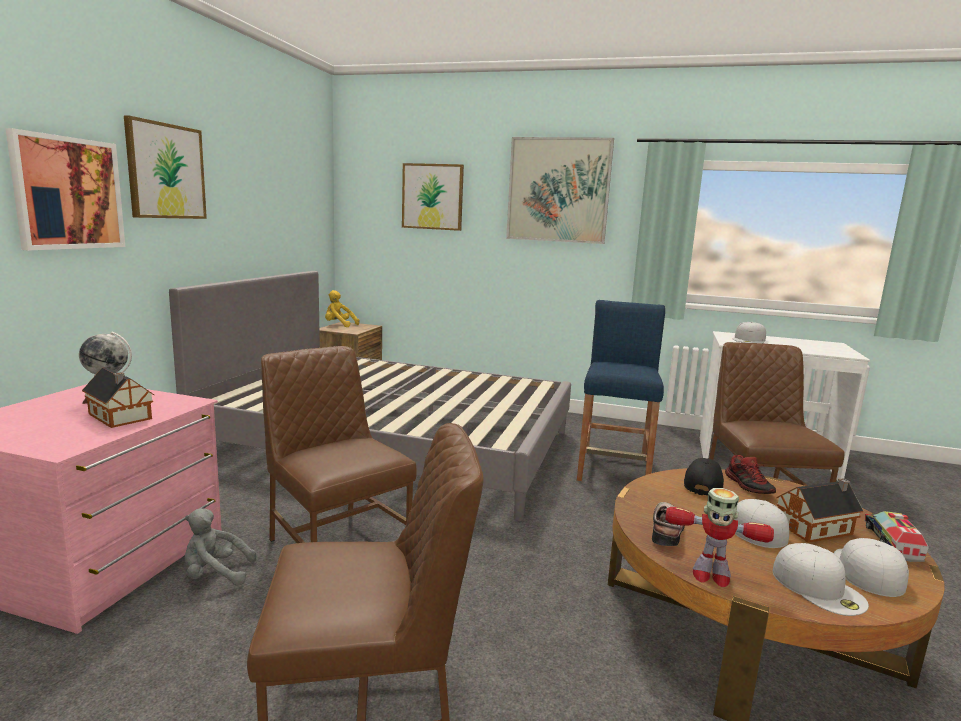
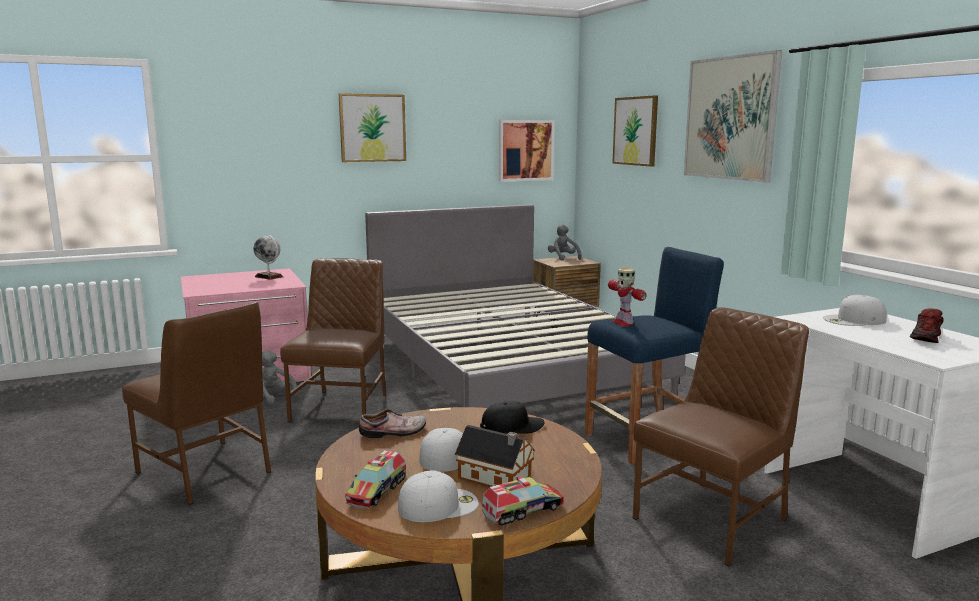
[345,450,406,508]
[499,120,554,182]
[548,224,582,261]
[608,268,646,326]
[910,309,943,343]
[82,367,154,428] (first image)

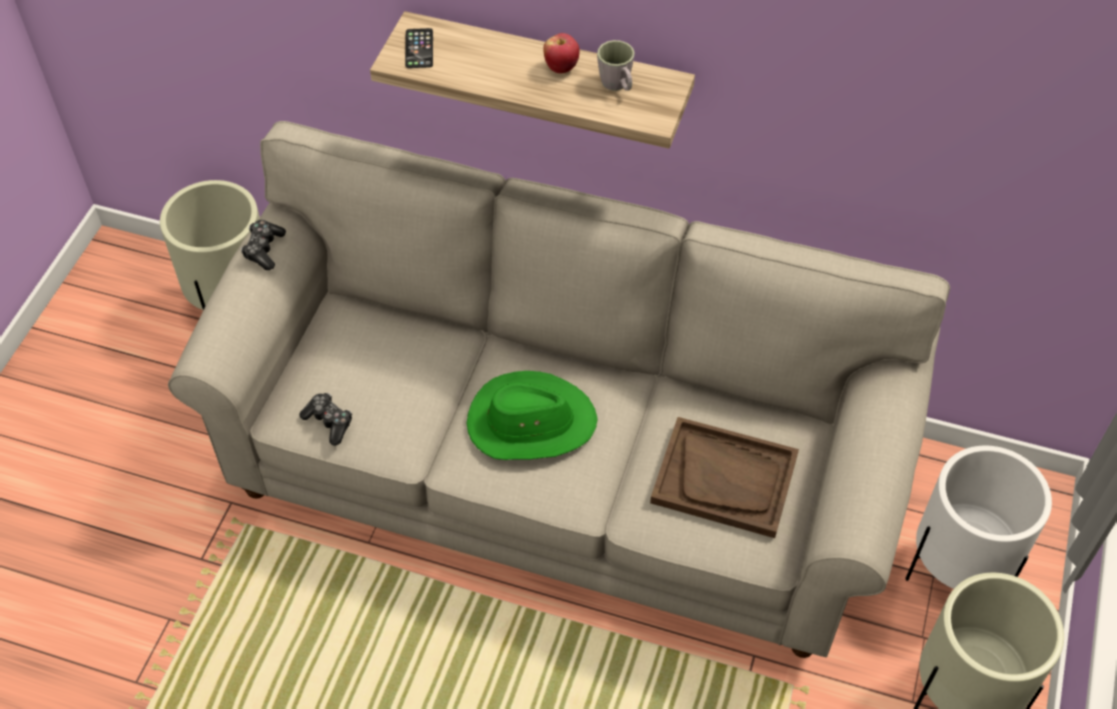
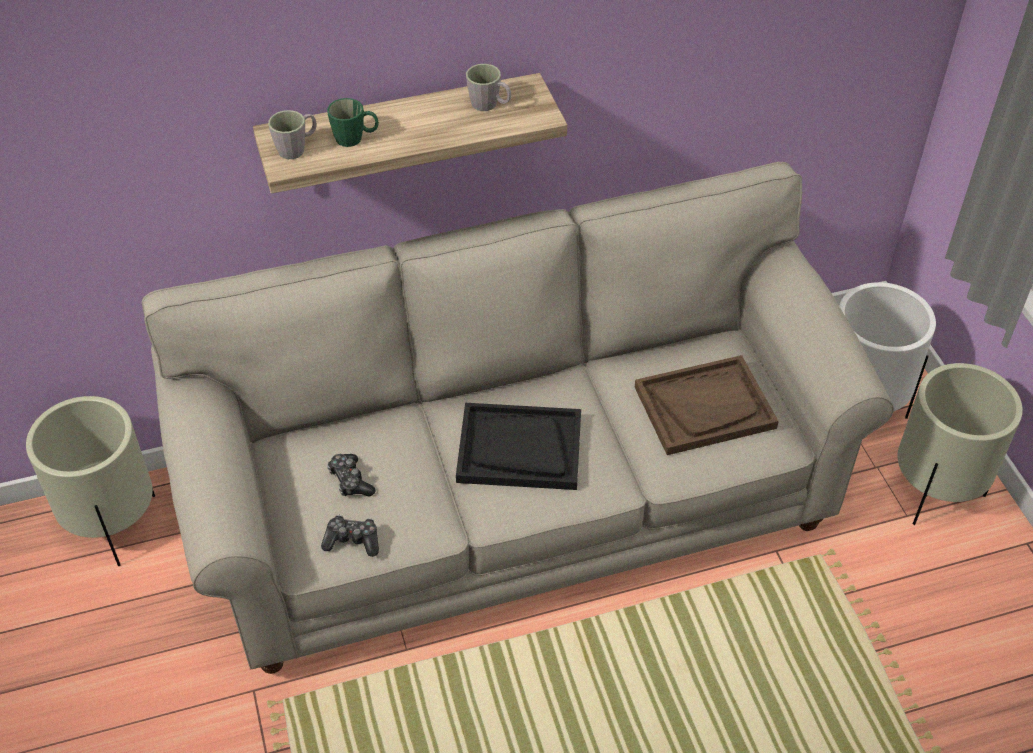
[268,110,317,159]
[327,98,379,147]
[327,454,376,497]
[456,403,581,490]
[543,33,579,74] (first image)

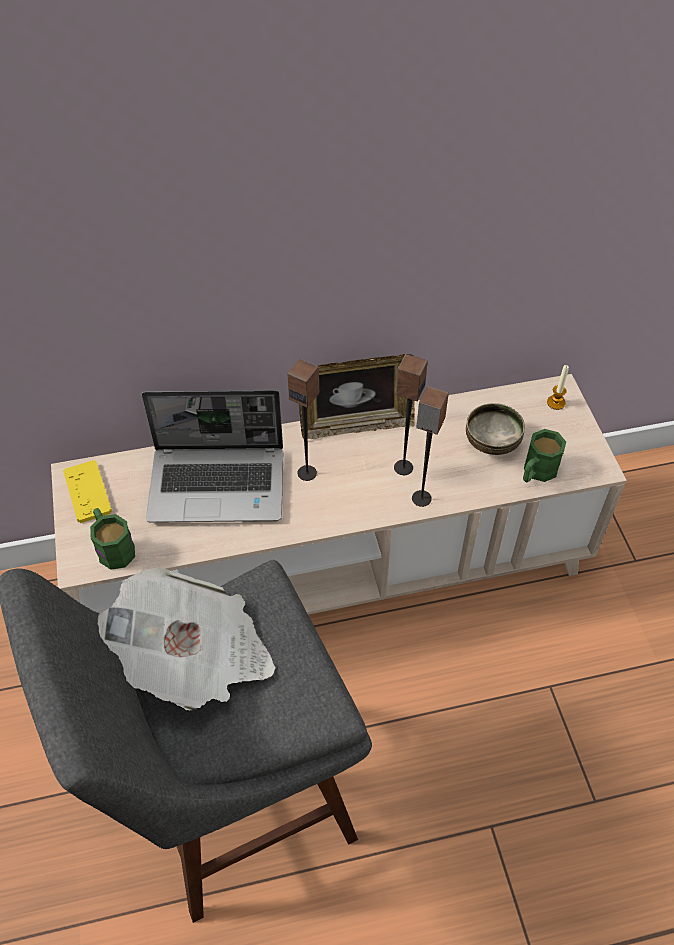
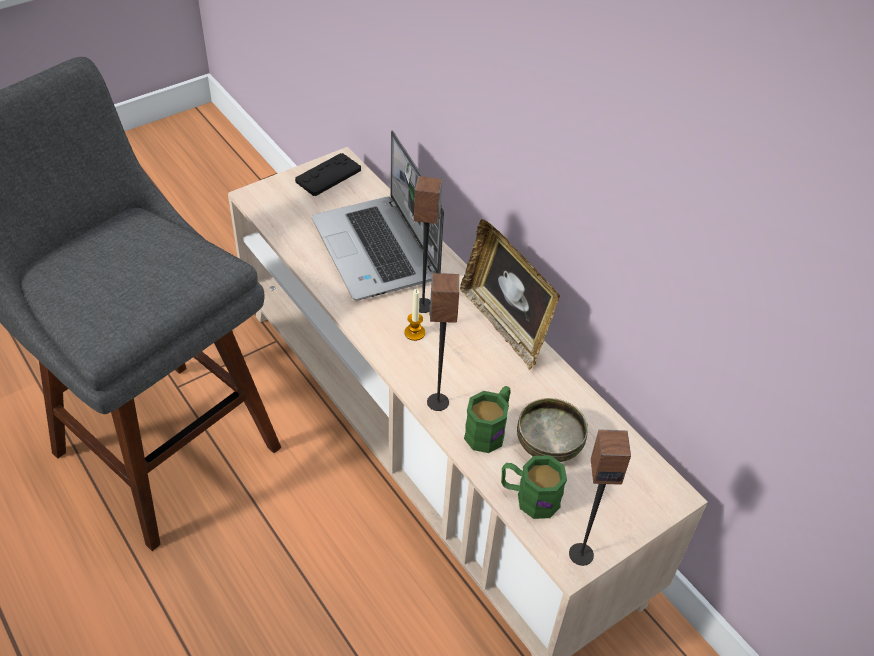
[295,153,361,196]
[404,289,425,341]
[464,386,511,453]
[569,429,631,566]
[97,567,276,710] (first image)

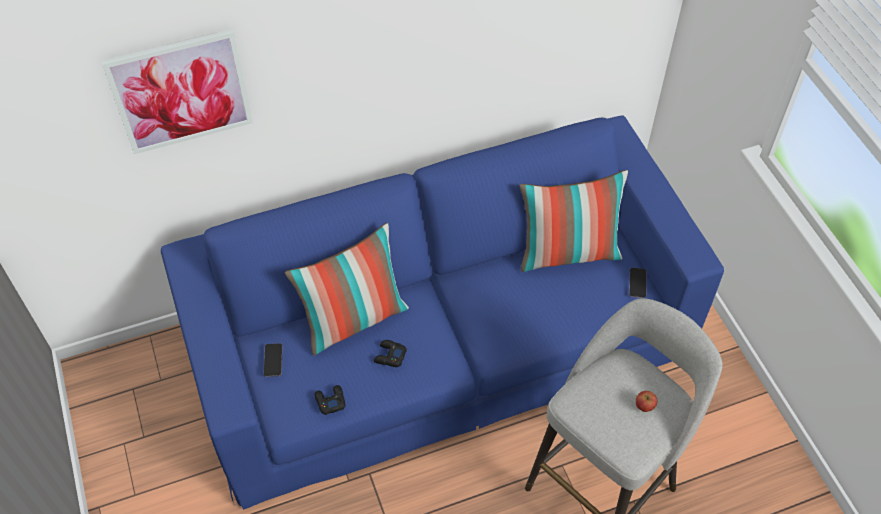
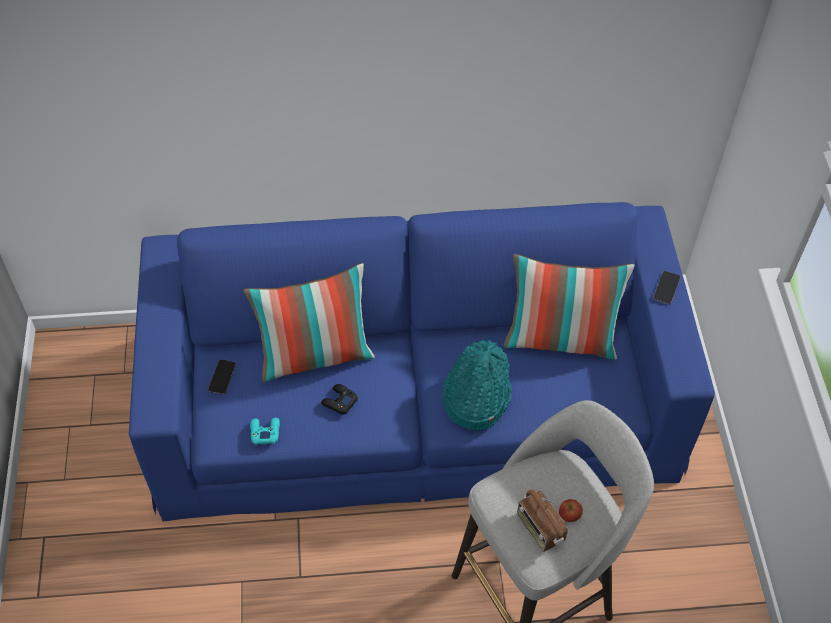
[250,418,280,445]
[442,340,512,431]
[517,489,568,552]
[653,271,681,305]
[101,29,253,154] (first image)

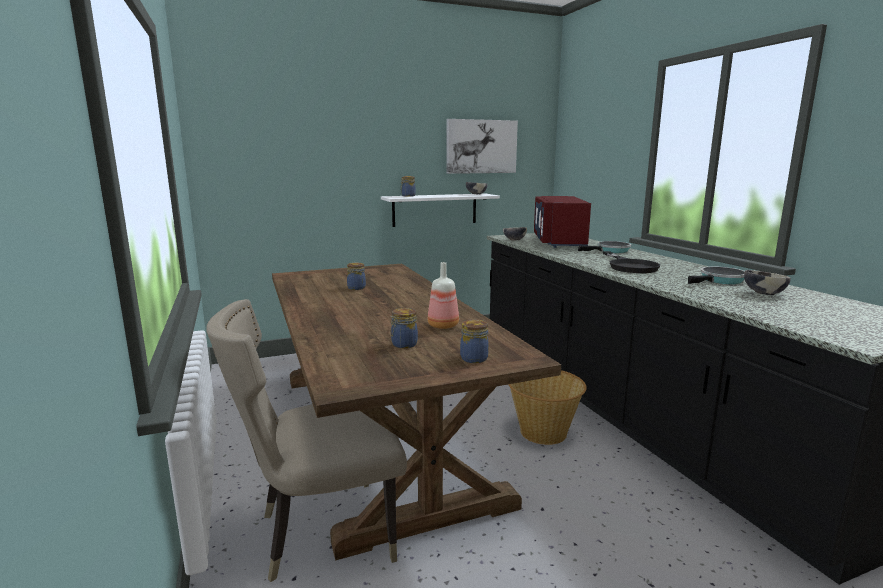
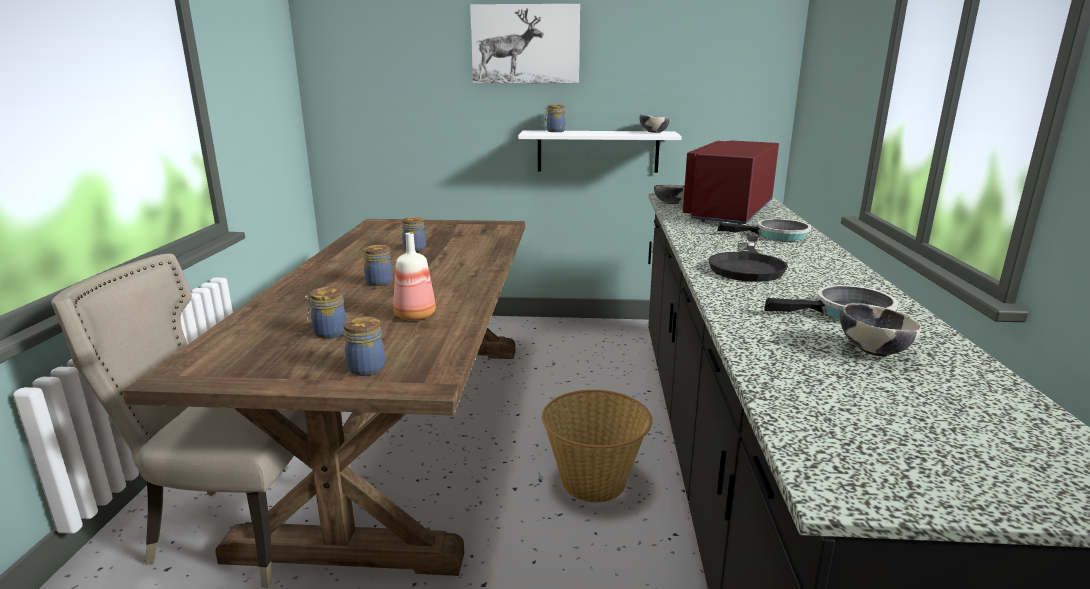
[363,245,393,286]
[470,4,580,83]

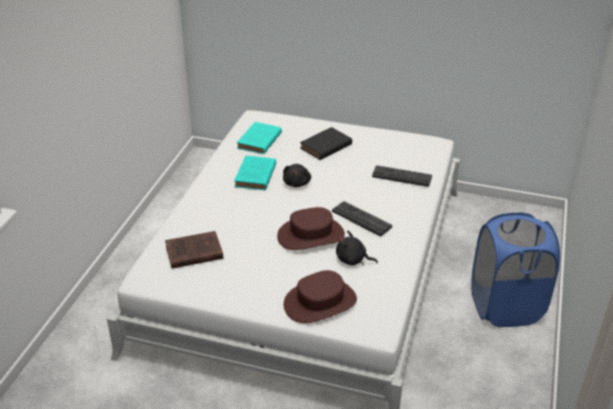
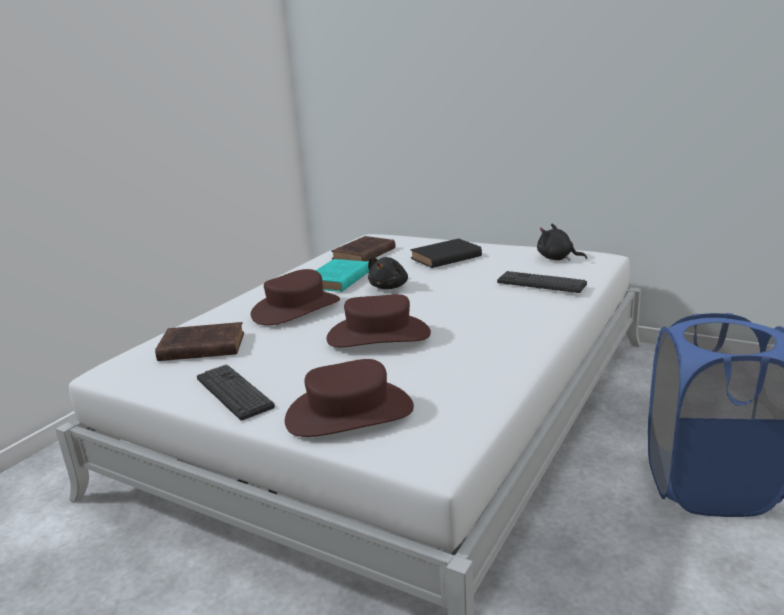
[197,365,275,421]
[251,269,340,325]
[331,236,396,262]
[537,224,587,261]

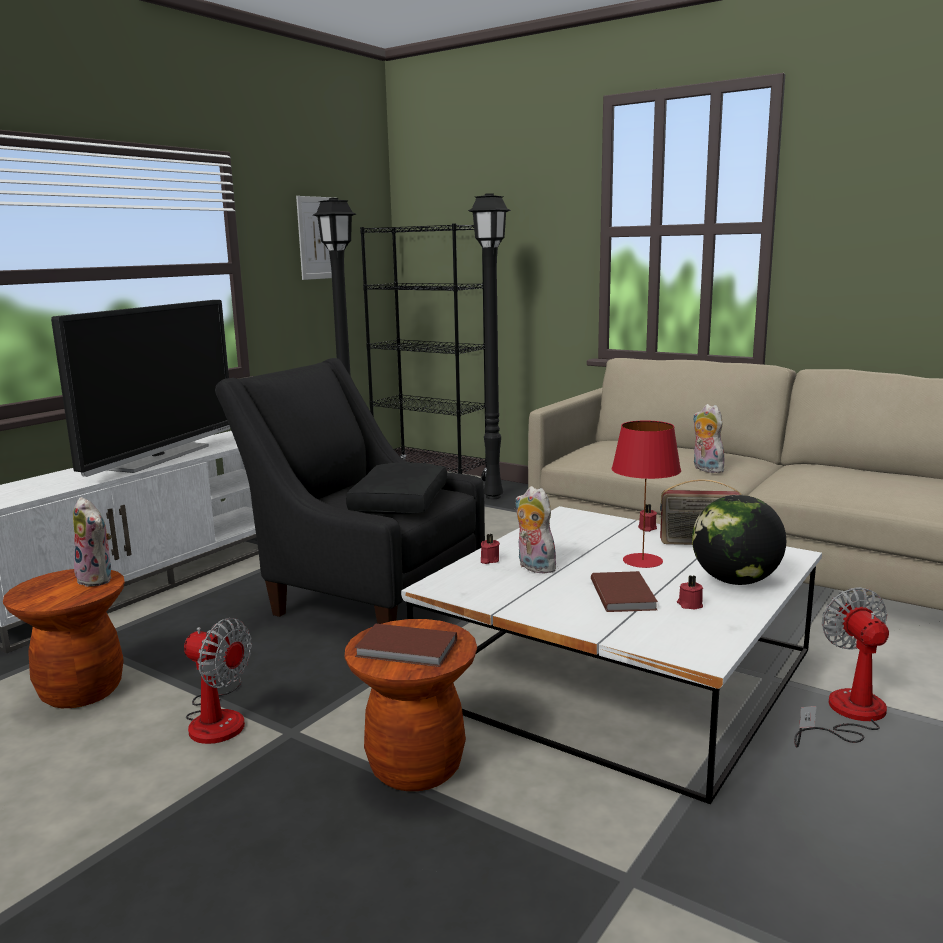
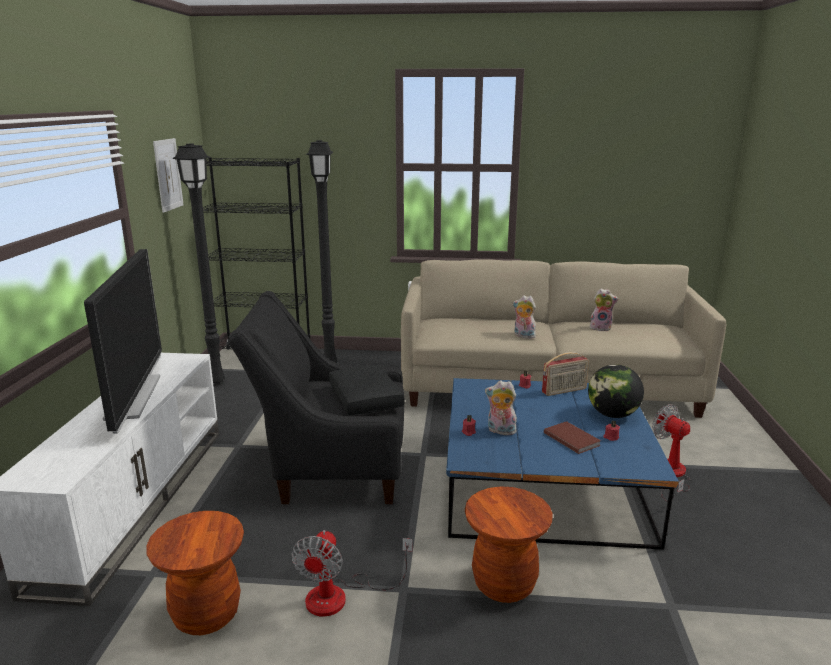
[291,530,413,617]
[446,378,679,550]
[590,289,619,331]
[354,624,457,667] (first image)
[612,421,681,568] (first image)

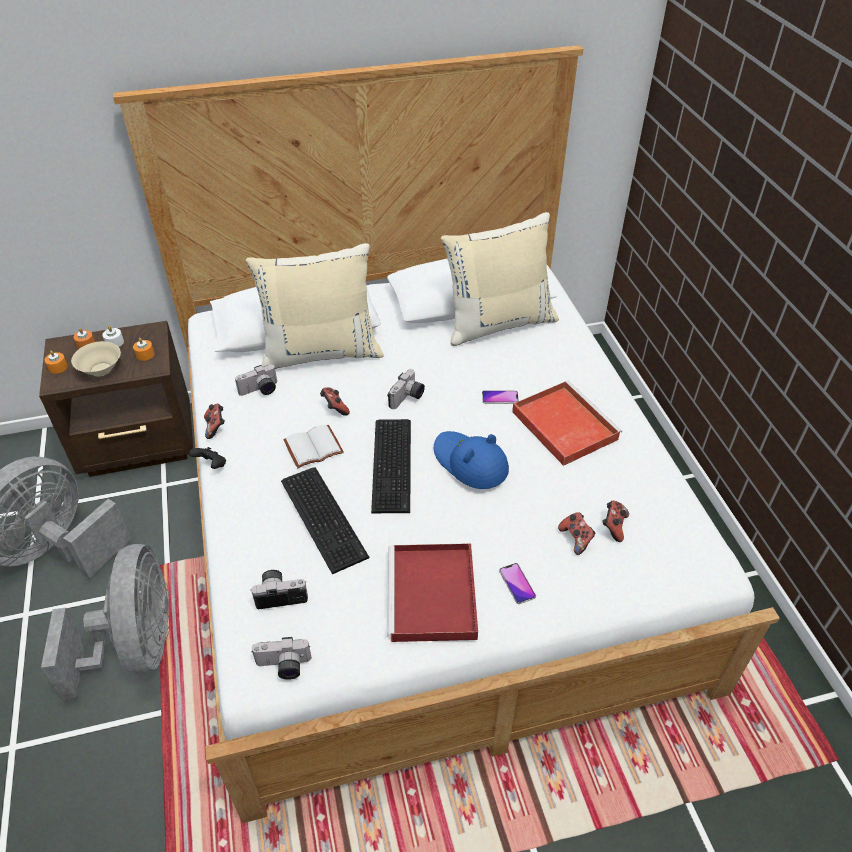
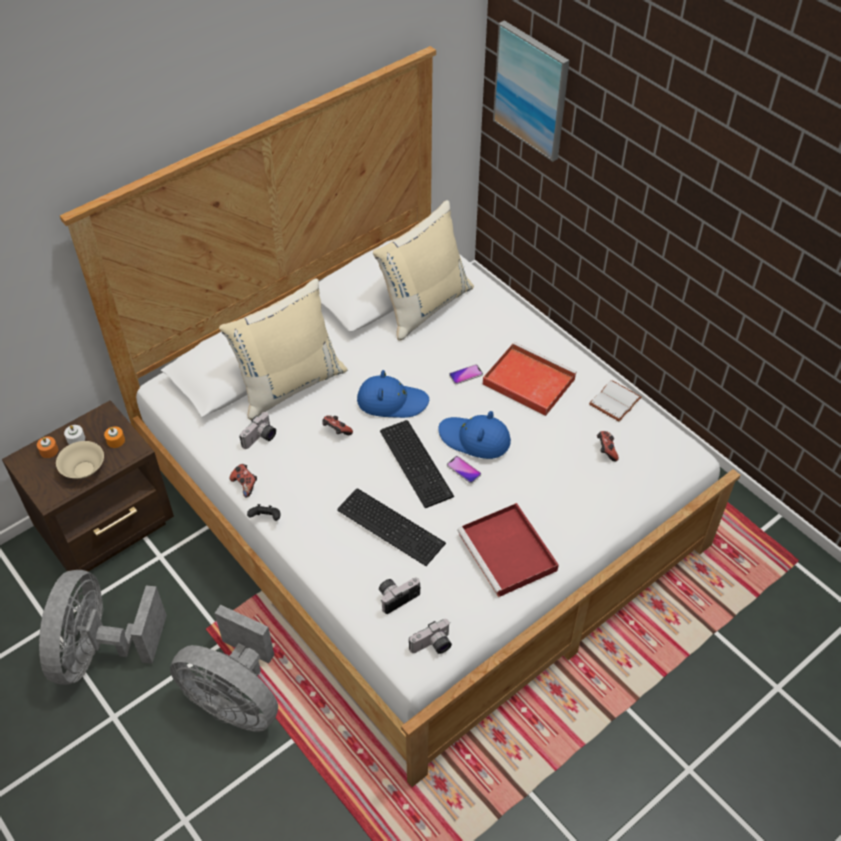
[170,605,278,732]
[357,370,429,418]
[447,456,481,483]
[493,20,570,162]
[589,380,642,422]
[45,350,68,374] (first image)
[558,512,595,555] (first image)

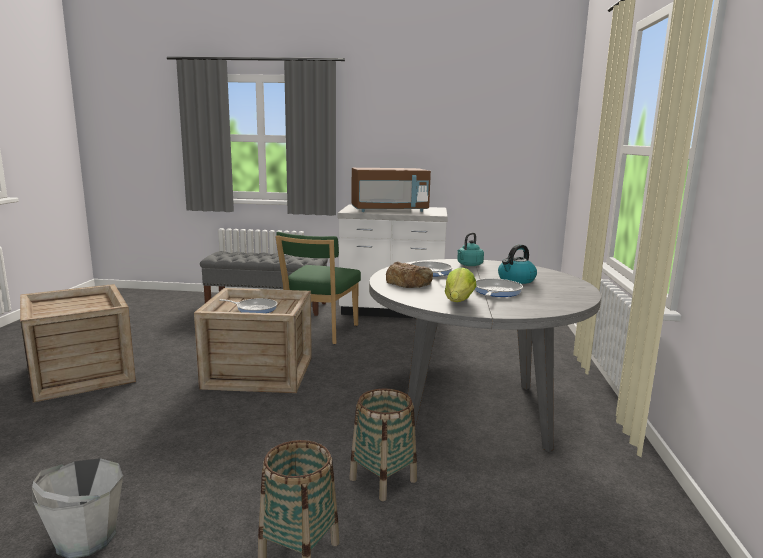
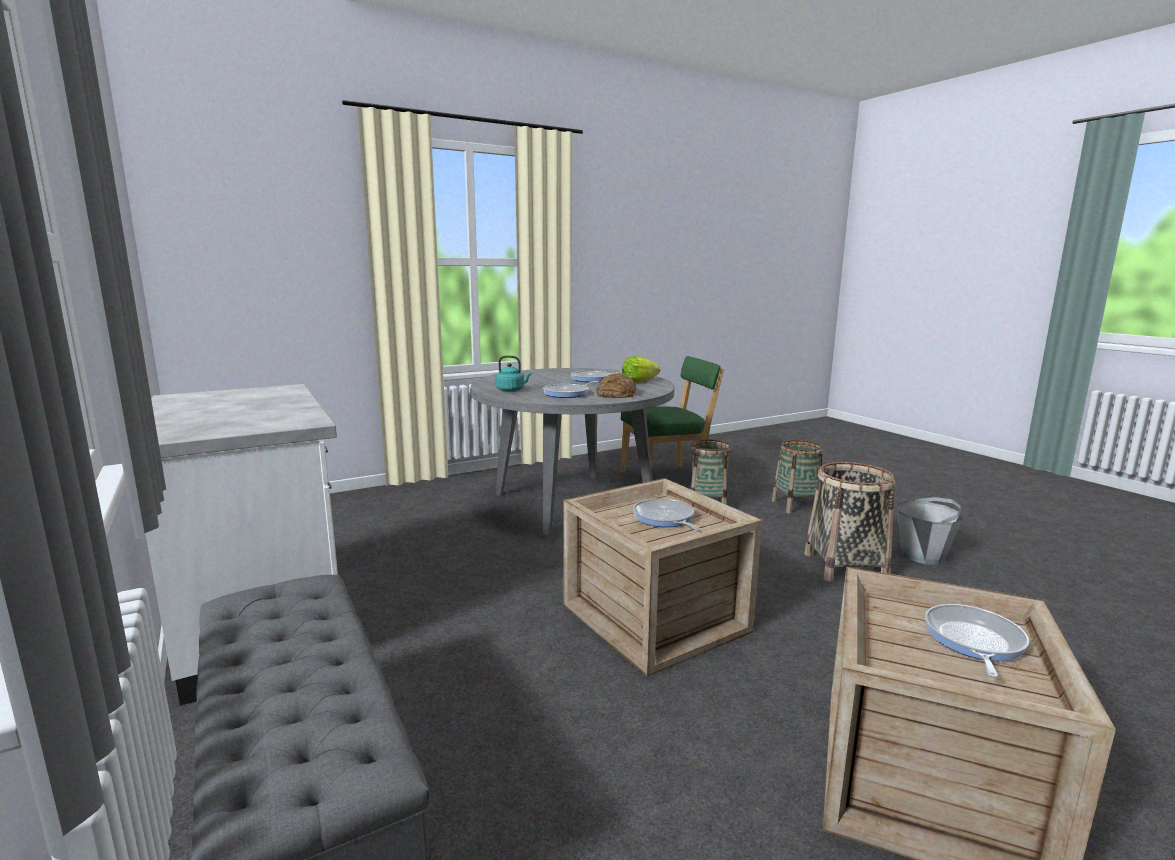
[621,356,724,473]
[804,462,895,581]
[925,604,1029,678]
[351,168,431,212] (first image)
[498,244,537,284] (first image)

